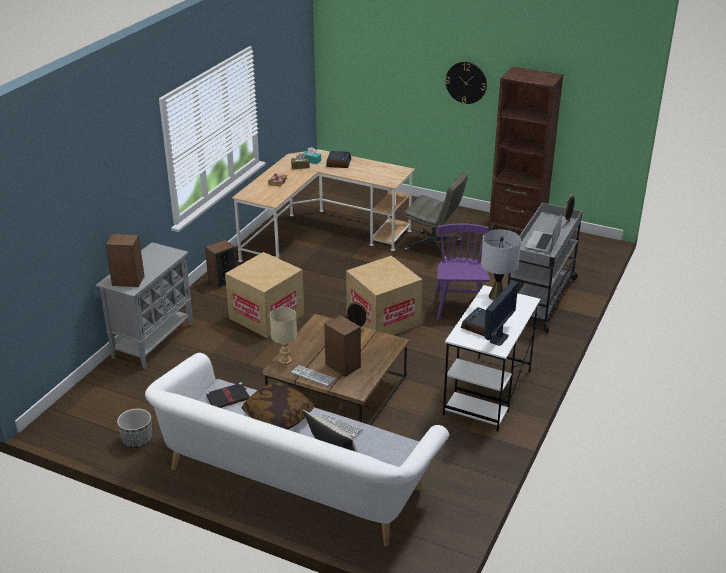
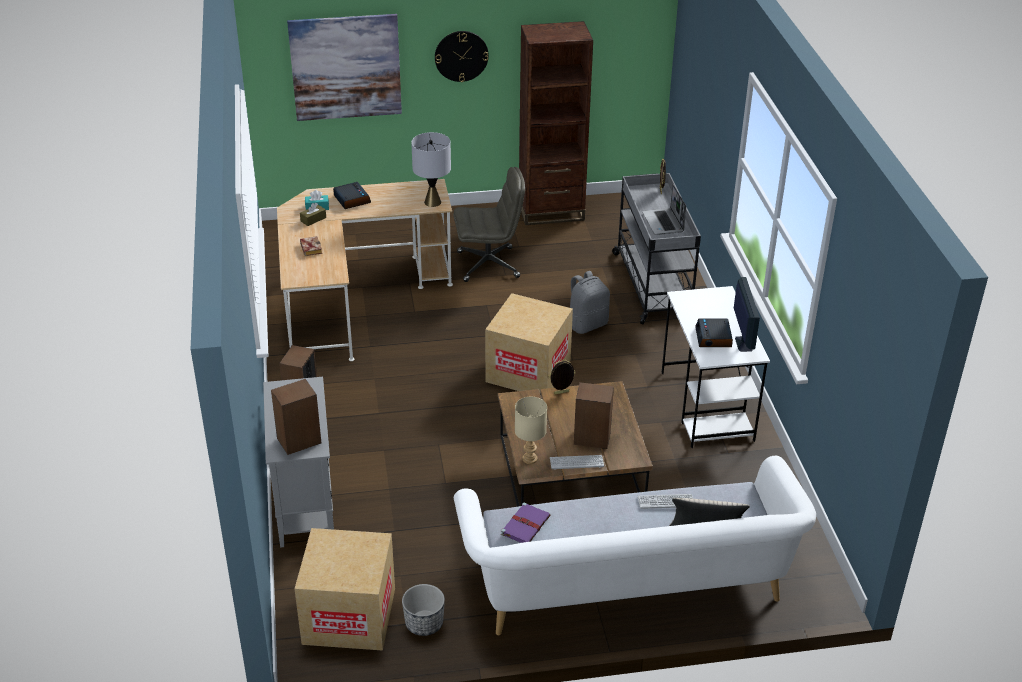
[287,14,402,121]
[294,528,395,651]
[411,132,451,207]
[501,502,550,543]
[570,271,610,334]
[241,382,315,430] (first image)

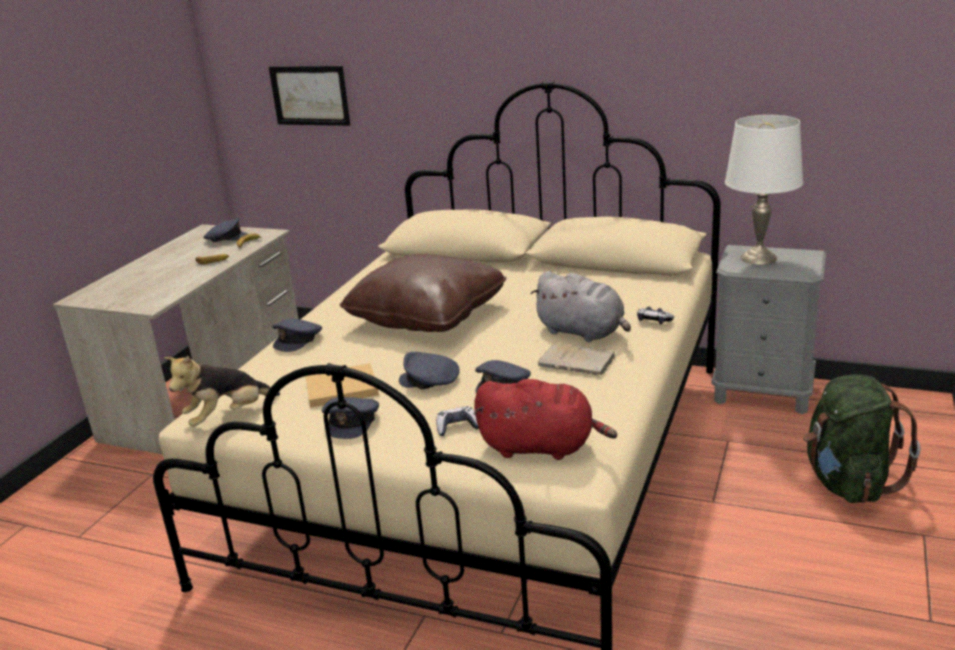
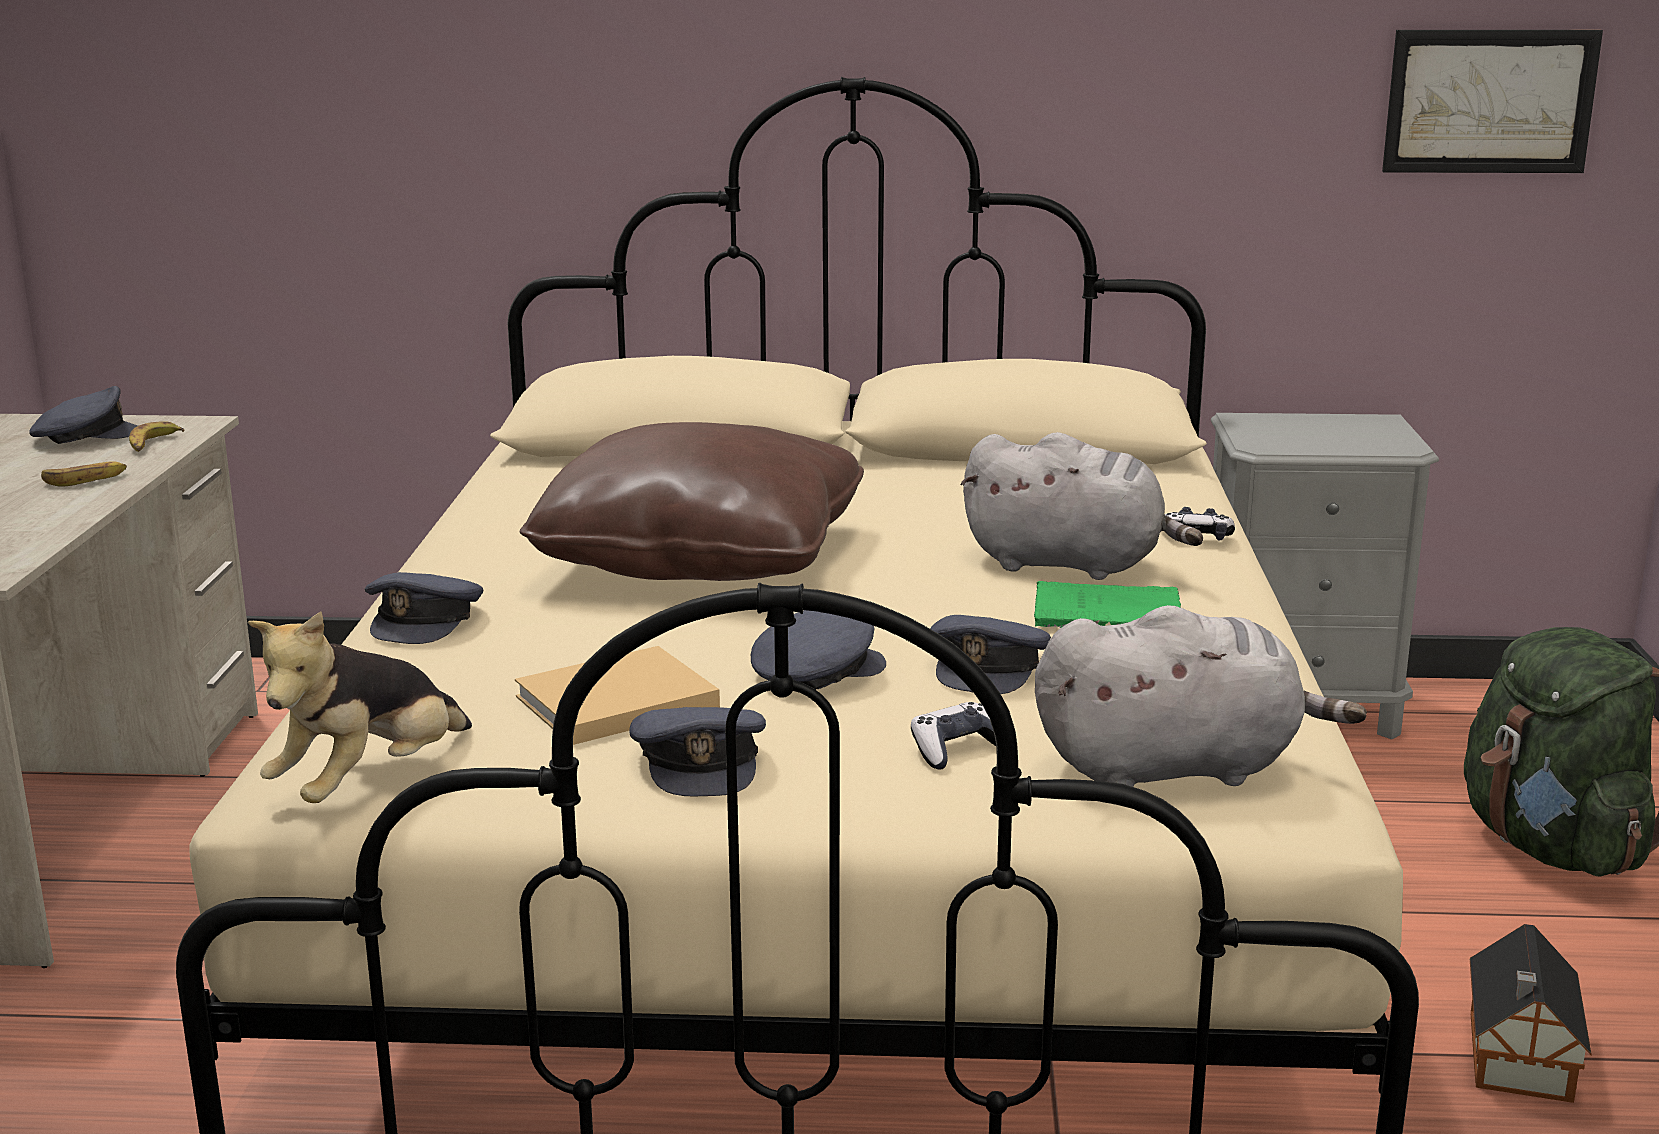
[751,610,886,689]
[1034,581,1181,628]
[1035,605,1367,787]
[1382,30,1603,173]
[1470,924,1592,1103]
[725,115,803,265] (first image)

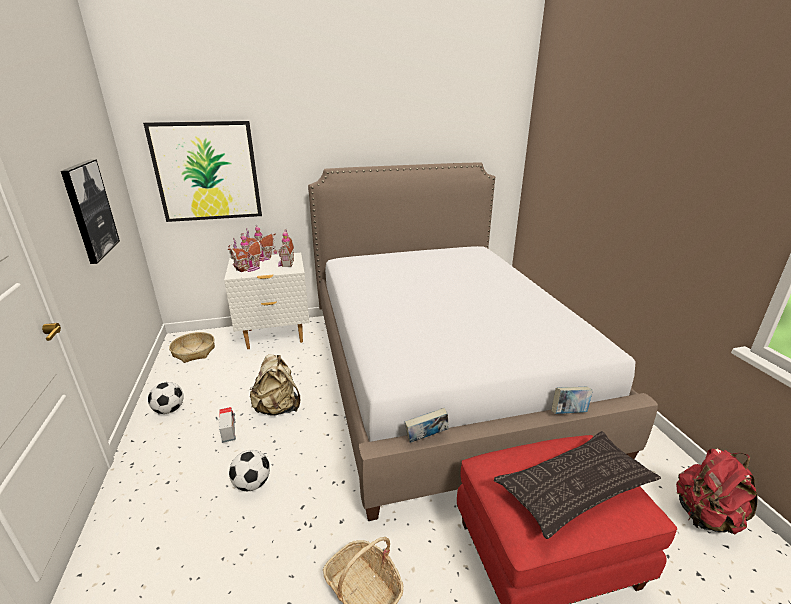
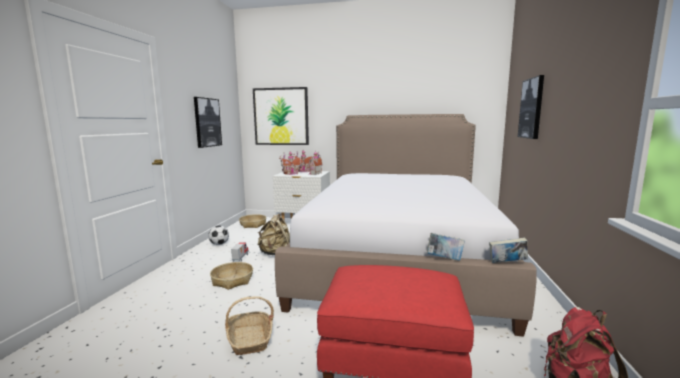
[210,262,253,290]
[489,238,528,263]
[518,75,544,139]
[494,431,661,539] (first image)

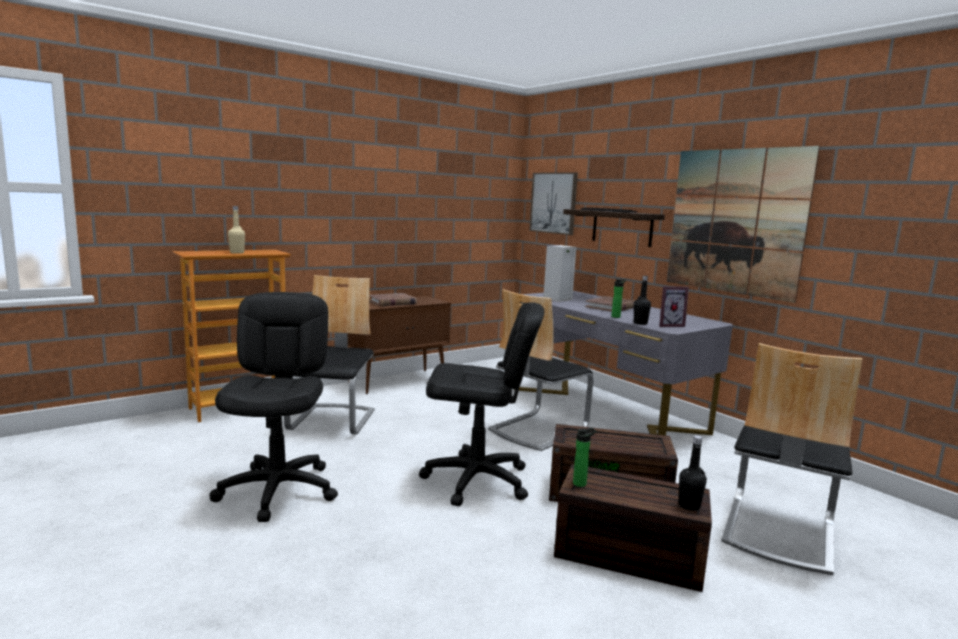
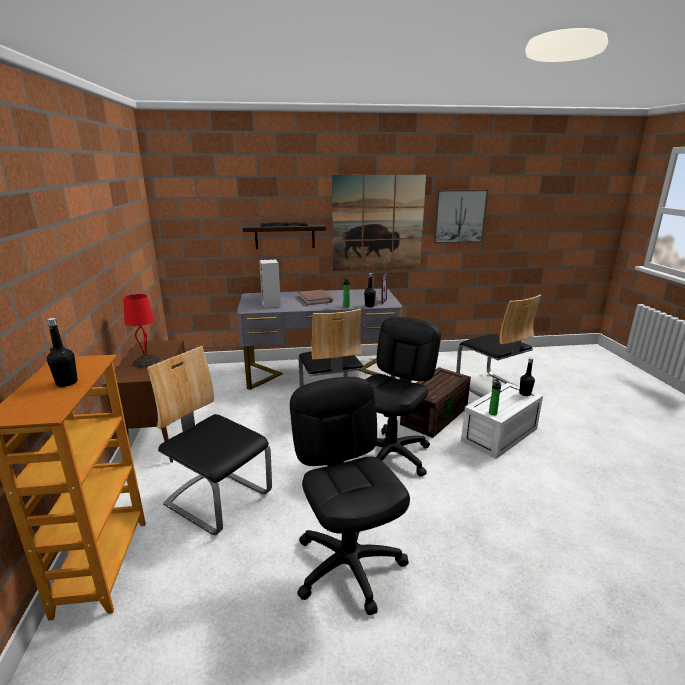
[47,318,78,387]
[123,294,160,367]
[290,377,410,616]
[433,190,488,243]
[461,383,543,459]

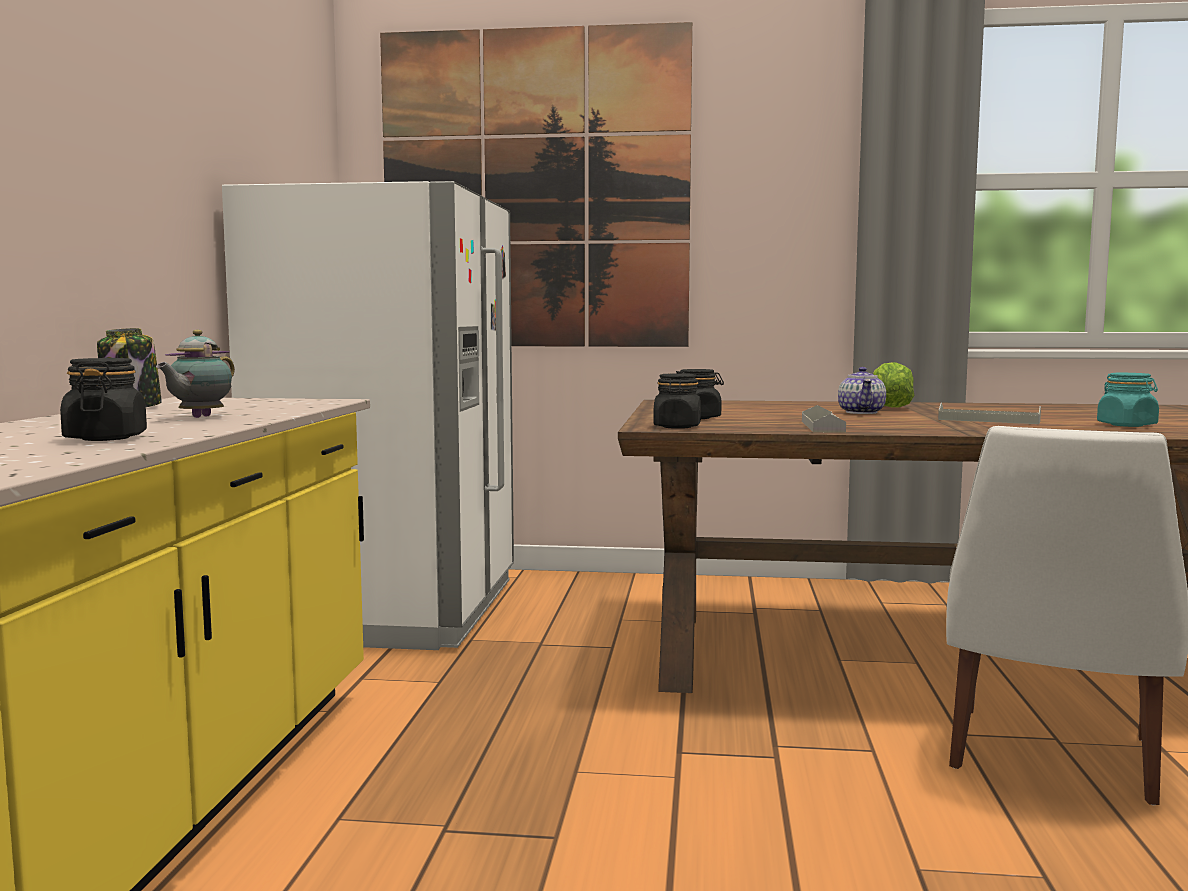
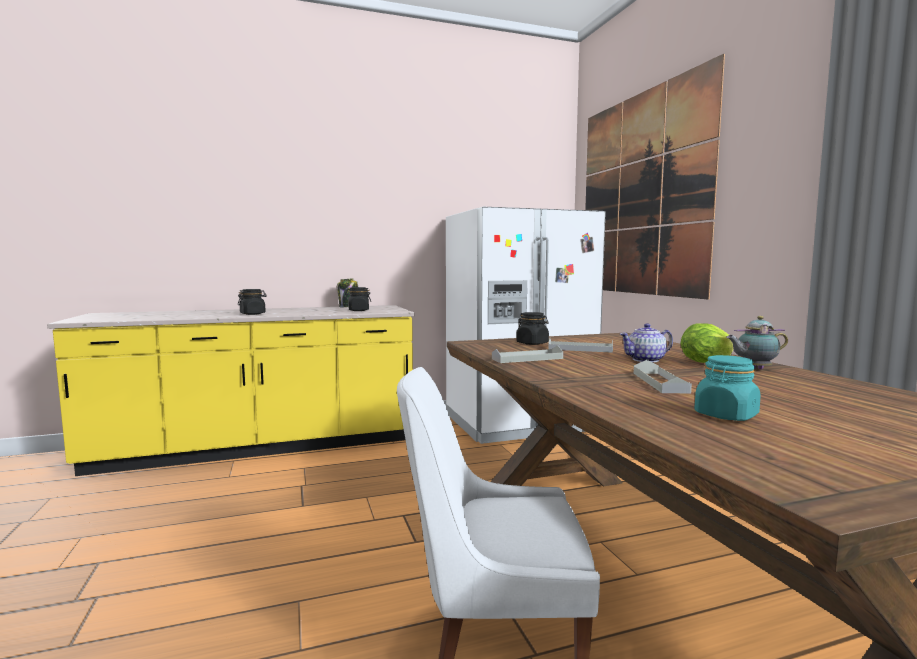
[345,287,371,311]
[548,338,613,353]
[726,316,788,369]

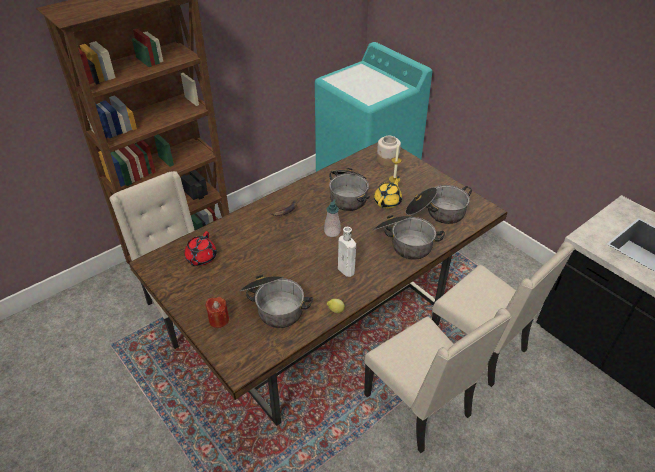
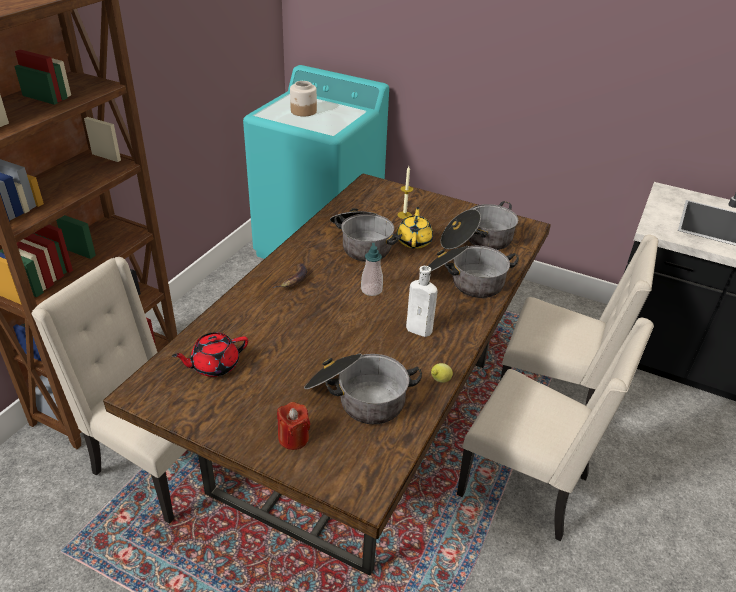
[172,332,248,377]
[290,81,317,116]

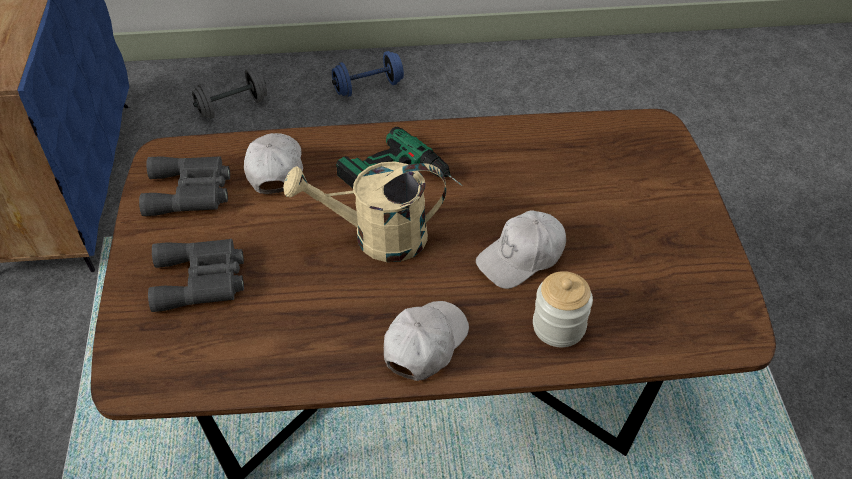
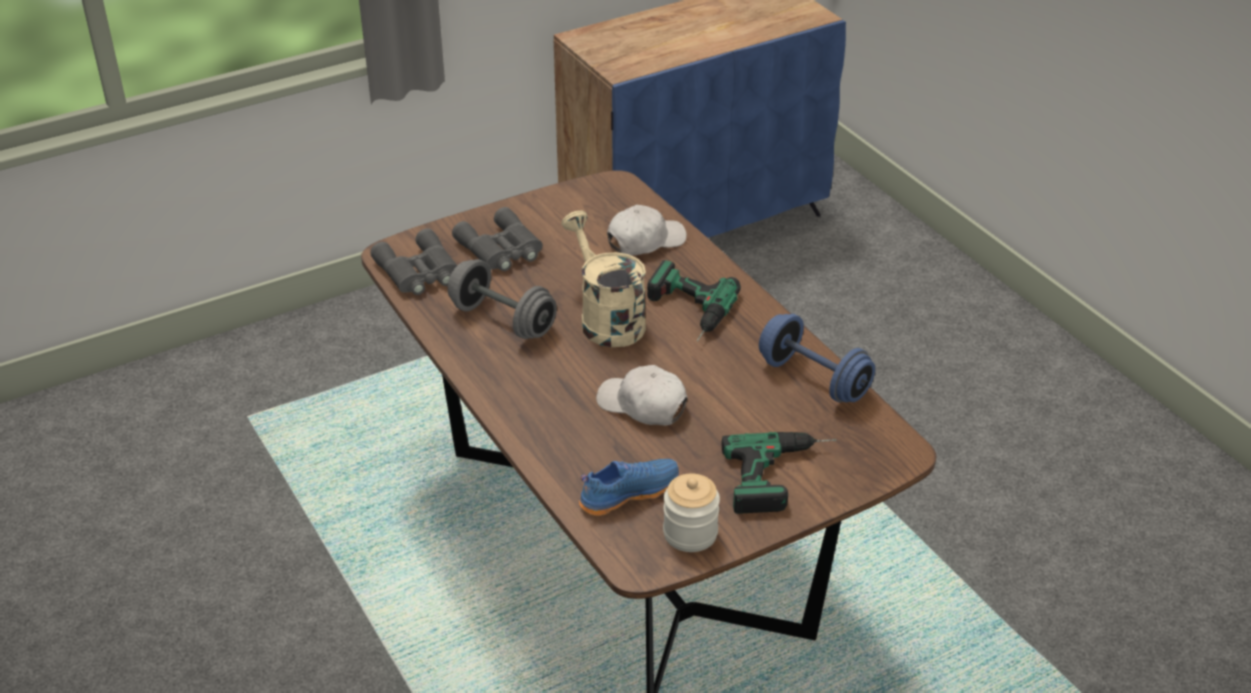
[370,228,457,295]
[447,259,557,339]
[579,459,679,516]
[663,473,720,552]
[722,432,835,514]
[759,314,875,402]
[384,301,469,381] (first image)

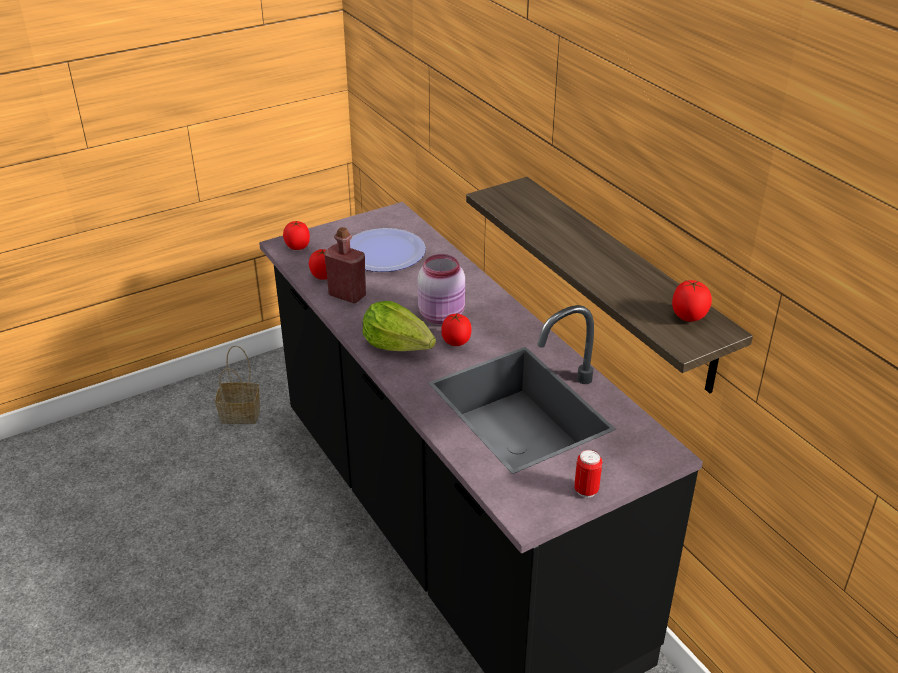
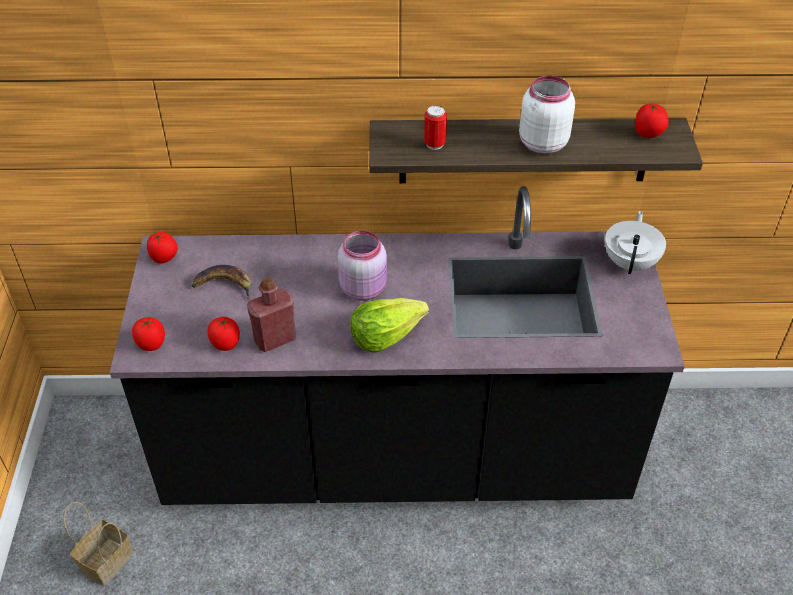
[147,232,178,264]
[191,265,251,300]
[424,105,447,150]
[519,76,575,154]
[605,211,666,274]

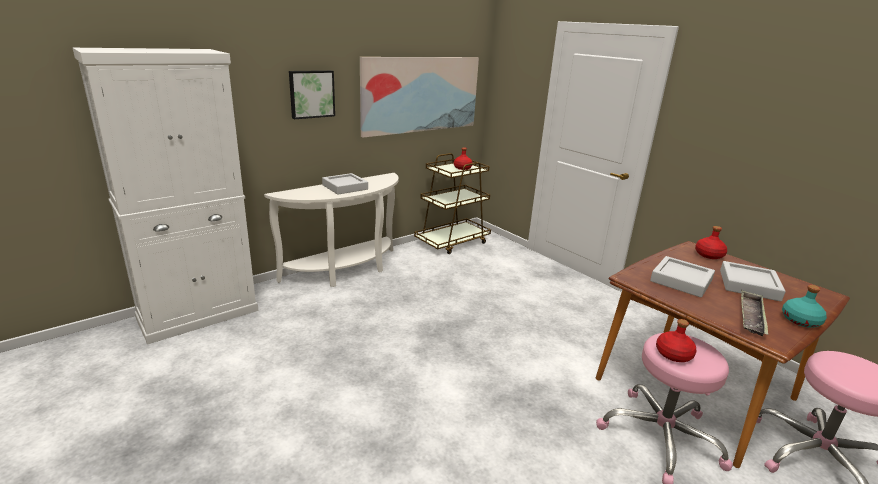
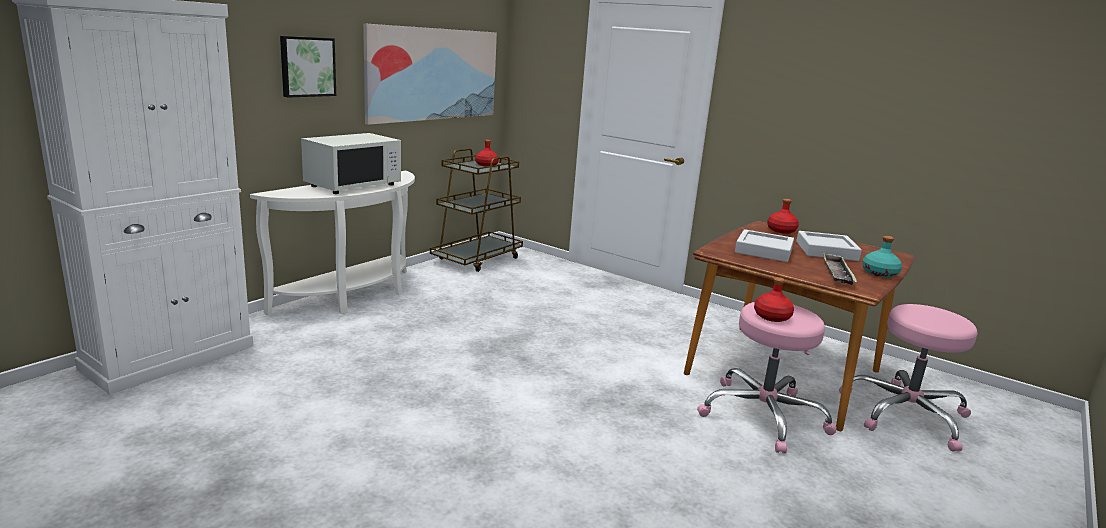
[301,133,401,194]

